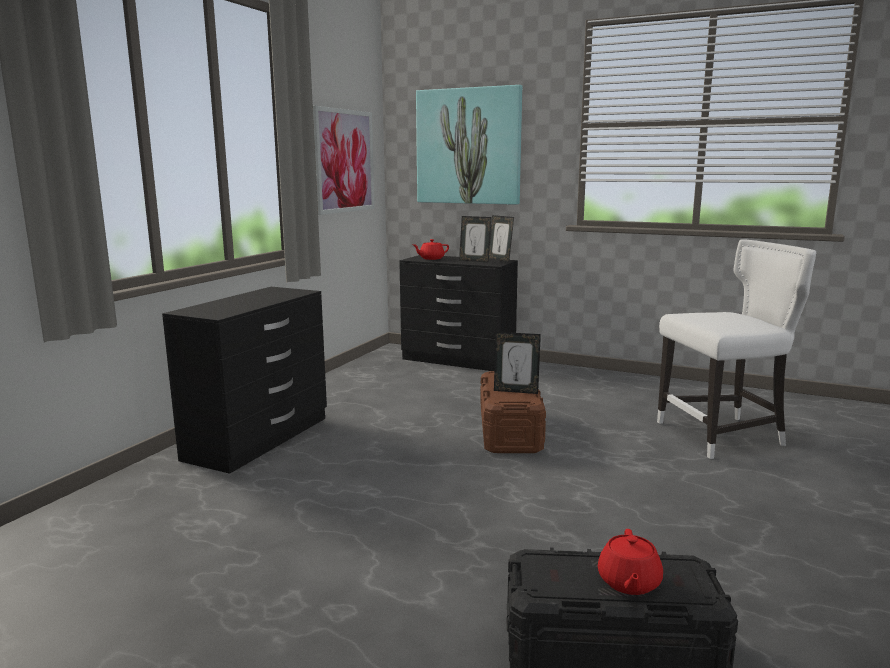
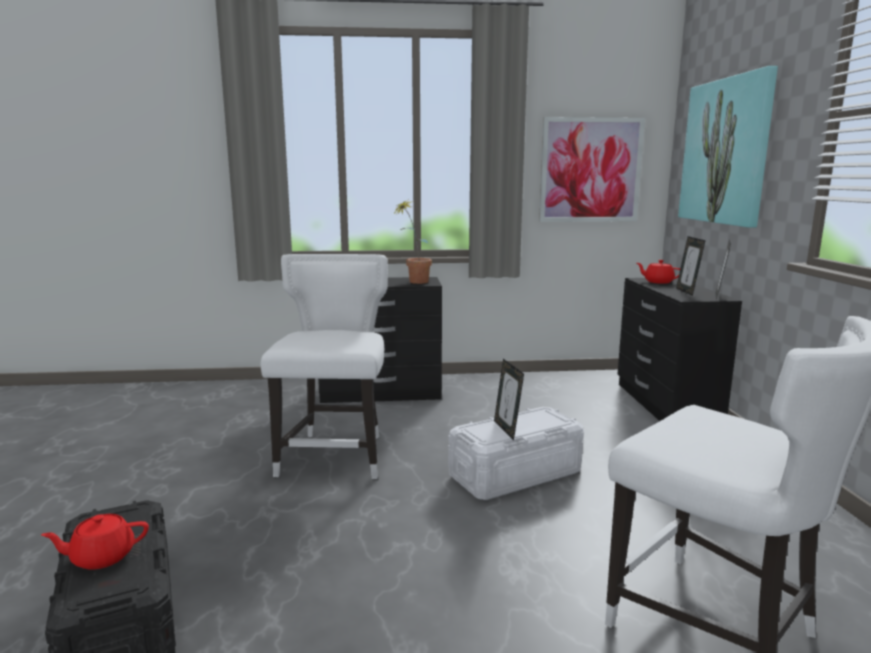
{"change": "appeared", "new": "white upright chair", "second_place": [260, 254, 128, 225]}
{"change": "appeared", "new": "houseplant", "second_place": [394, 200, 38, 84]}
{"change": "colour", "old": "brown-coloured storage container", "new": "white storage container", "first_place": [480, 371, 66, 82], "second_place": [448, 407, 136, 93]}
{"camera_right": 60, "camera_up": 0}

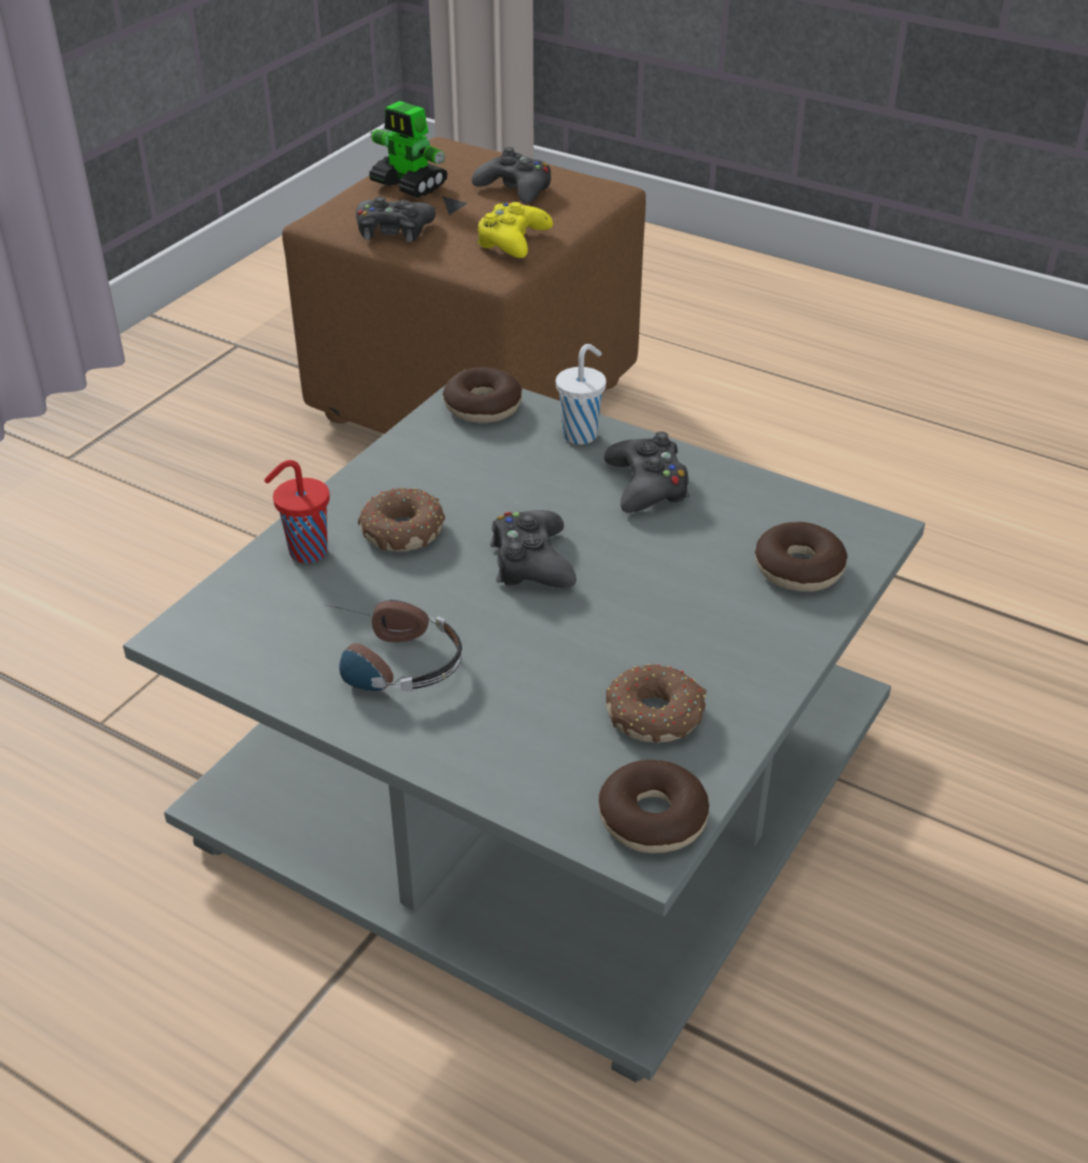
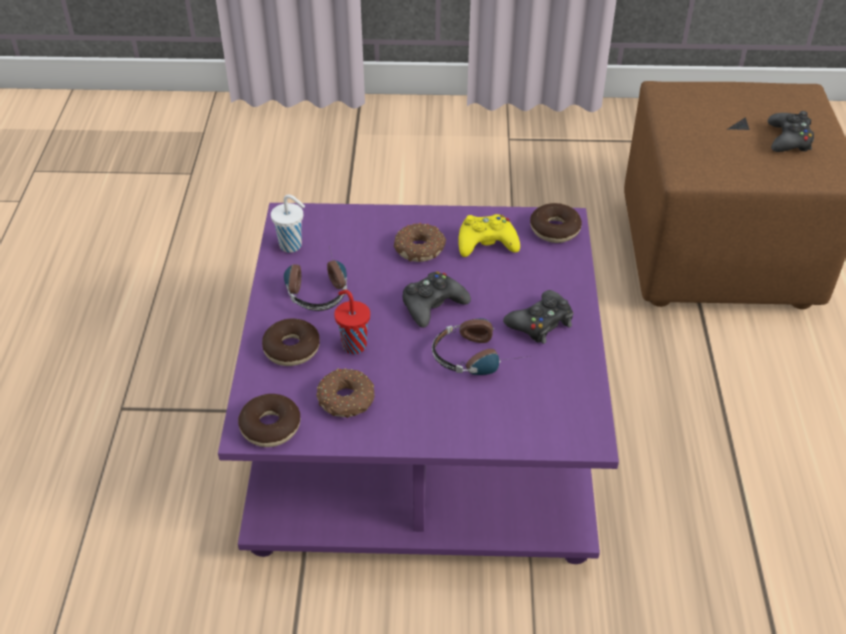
{"change": "missing", "old": "black-coloured joypad", "first_place": [356, 197, 80, 45]}
{"change": "missing", "old": "robot figure", "first_place": [369, 101, 79, 97]}
{"change": "appeared", "new": "headset", "second_place": [432, 318, 100, 57]}
{"change": "relocated", "old": "red-coloured cup", "first_place": [264, 460, 66, 103], "second_place": [334, 290, 36, 64]}
{"change": "relocated", "old": "yellow joypad", "first_place": [477, 201, 76, 57], "second_place": [458, 214, 62, 43]}
{"change": "relocated", "old": "white cup", "first_place": [556, 344, 50, 101], "second_place": [271, 194, 34, 59]}
{"change": "relocated", "old": "doughnut", "first_place": [755, 522, 93, 70], "second_place": [262, 319, 58, 47]}
{"change": "colour", "old": "gray low table", "new": "purplish low table", "first_place": [123, 370, 802, 713], "second_place": [218, 203, 401, 361]}
{"camera_right": 60, "camera_up": 5}

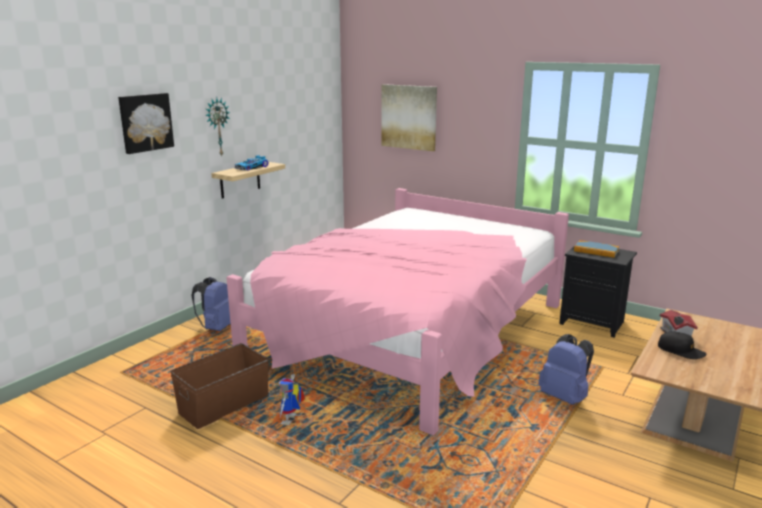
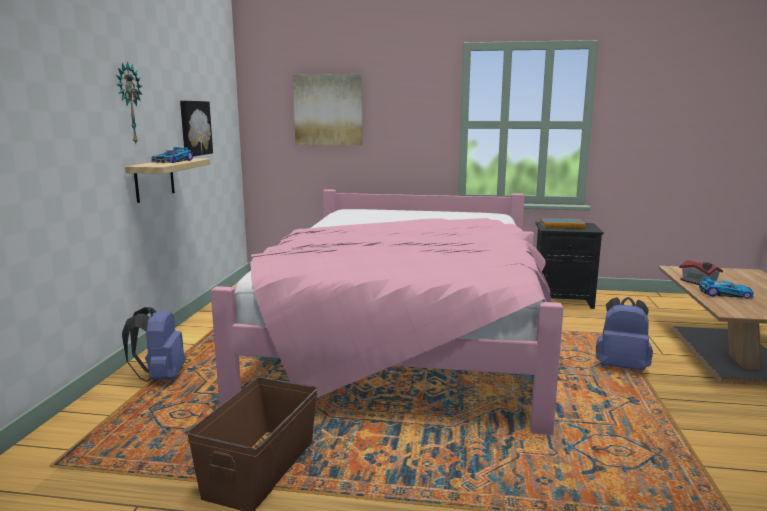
{"change": "missing", "old": "robot figure", "first_place": [279, 374, 26, 51]}
{"change": "relocated", "old": "wall picture", "first_place": [118, 93, 56, 61], "second_place": [180, 101, 33, 56]}
{"change": "exchanged", "old": "black-coloured cap", "new": "miniature car", "first_place": [658, 331, 48, 28], "second_place": [699, 278, 55, 21]}
{"camera_right": -25, "camera_up": -5}

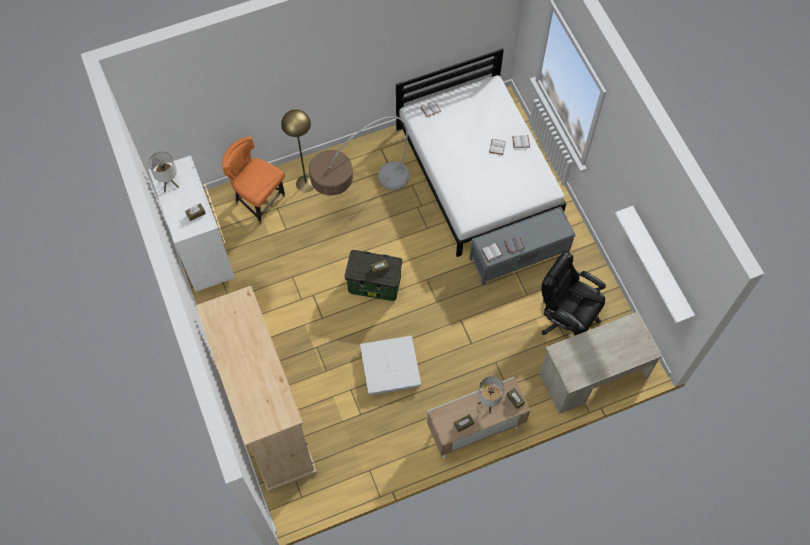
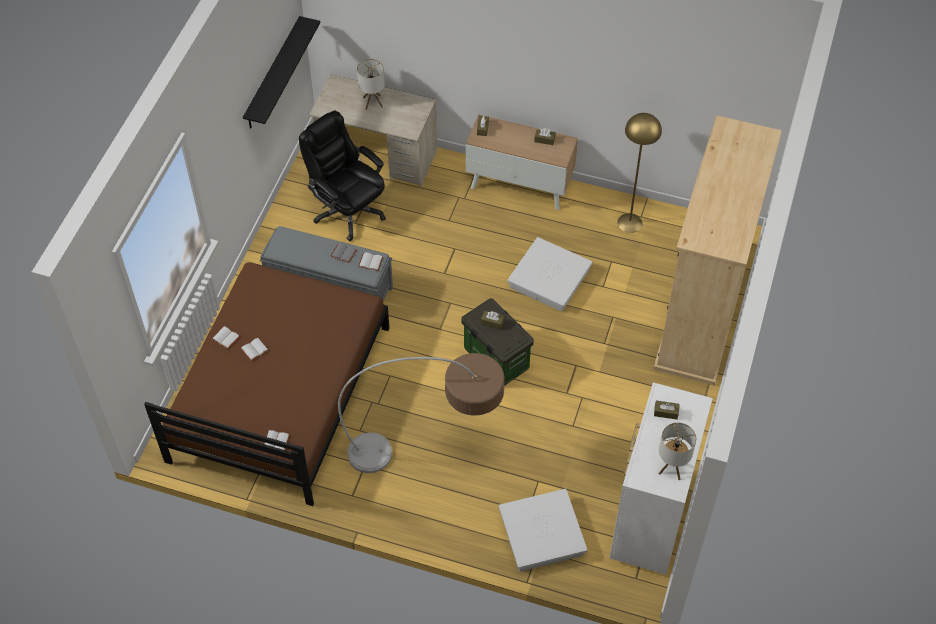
{"change": "relocated", "old": "yellow standing lamp", "first_place": [281, 109, 33, 83], "second_place": [617, 113, 45, 120]}
{"change": "relocated", "old": "tabletop lamp", "first_place": [478, 376, 26, 37], "second_place": [357, 59, 28, 51]}
{"change": "exchanged", "old": "orange upright chair", "new": "white storage container", "first_place": [222, 137, 63, 88], "second_place": [499, 489, 88, 83]}
{"change": "colour", "old": "white bed", "new": "brown-coloured bed", "first_place": [396, 48, 170, 209], "second_place": [144, 262, 246, 244]}
{"change": "colour", "old": "white wall shelf", "new": "black-coloured wall shelf", "first_place": [615, 206, 80, 118], "second_place": [243, 16, 78, 112]}
{"change": "spun", "old": "black-coloured computer chair", "first_place": [541, 250, 65, 86], "second_place": [299, 111, 87, 130], "degrees": 150}
{"camera_right": -140, "camera_up": -10}

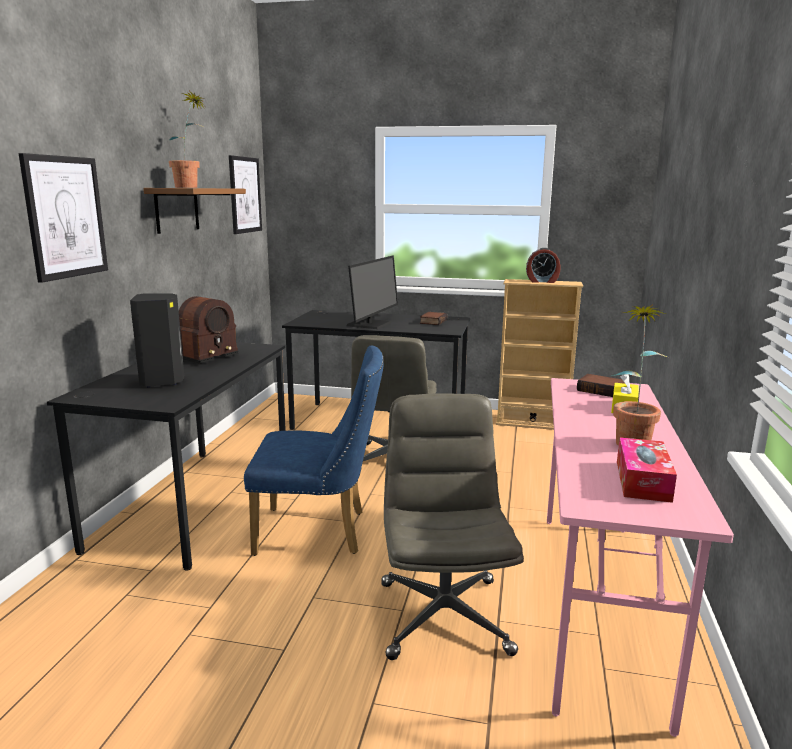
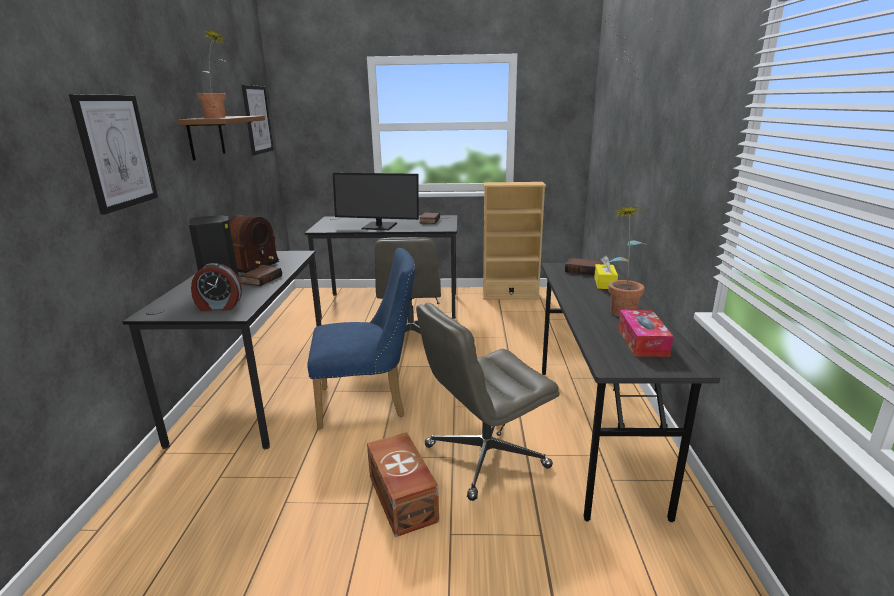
{"change": "appeared", "new": "bound book", "second_place": [240, 266, 42, 20]}
{"change": "appeared", "new": "brown-coloured storage container", "second_place": [367, 432, 72, 105]}
{"change": "relocated", "old": "table clock", "first_place": [526, 248, 34, 35], "second_place": [191, 263, 51, 48]}
{"change": "colour", "old": "pinkish desk", "new": "gray desk", "first_place": [547, 378, 187, 359], "second_place": [541, 262, 180, 260]}
{"change": "spun", "old": "computer display", "first_place": [346, 255, 52, 74], "second_place": [333, 173, 86, 57], "degrees": 90}
{"change": "spun", "old": "gray computer chair", "first_place": [381, 393, 143, 267], "second_place": [416, 303, 143, 198], "degrees": -105}
{"camera_right": -10, "camera_up": 5}

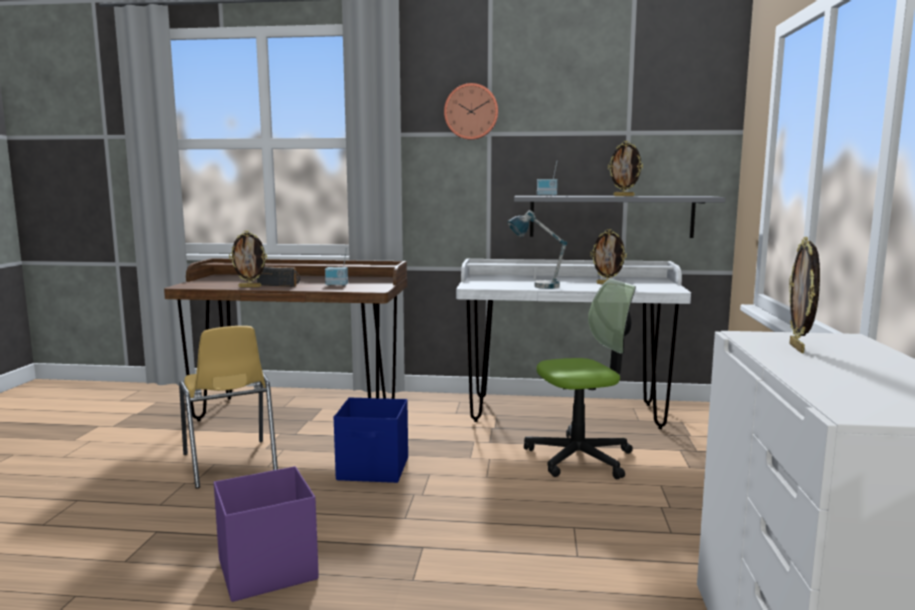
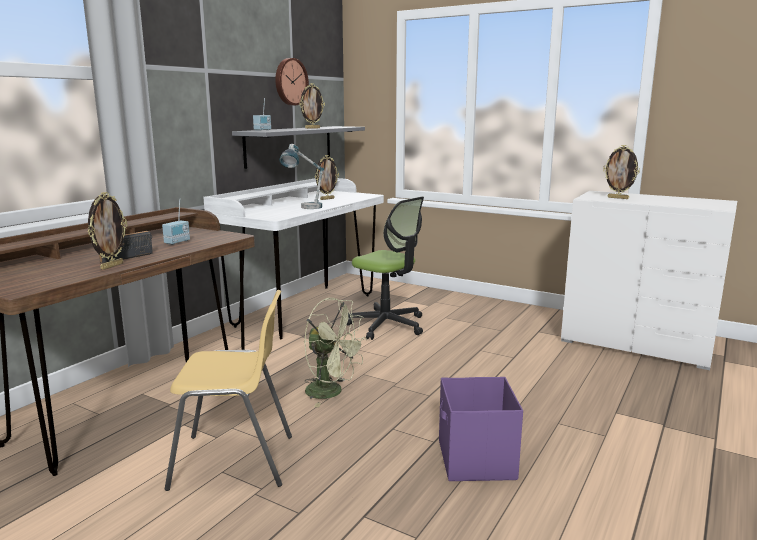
{"change": "relocated", "old": "clock on the wall", "first_place": [444, 83, 54, 57], "second_place": [275, 58, 34, 47]}
{"change": "exchanged", "old": "bluish storage container", "new": "greenish cooling fan", "first_place": [334, 397, 74, 86], "second_place": [304, 298, 63, 109]}
{"change": "spun", "old": "computer chair", "first_place": [524, 279, 112, 200], "second_place": [347, 197, 77, 143], "degrees": 120}
{"camera_right": -65, "camera_up": 5}

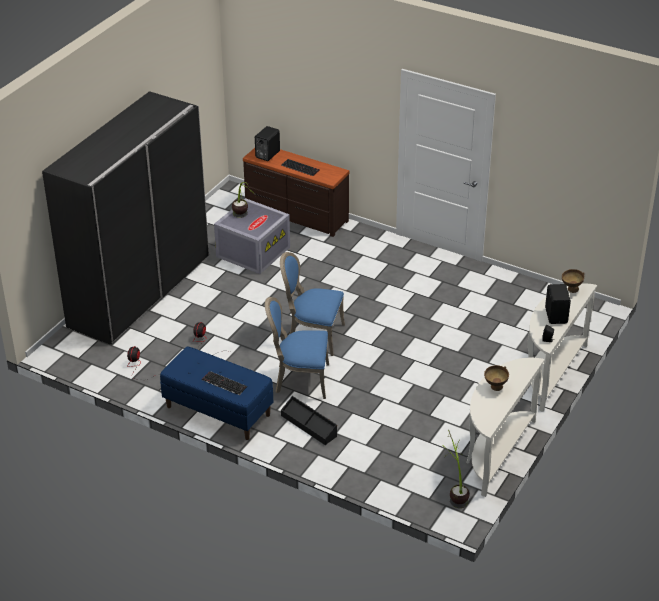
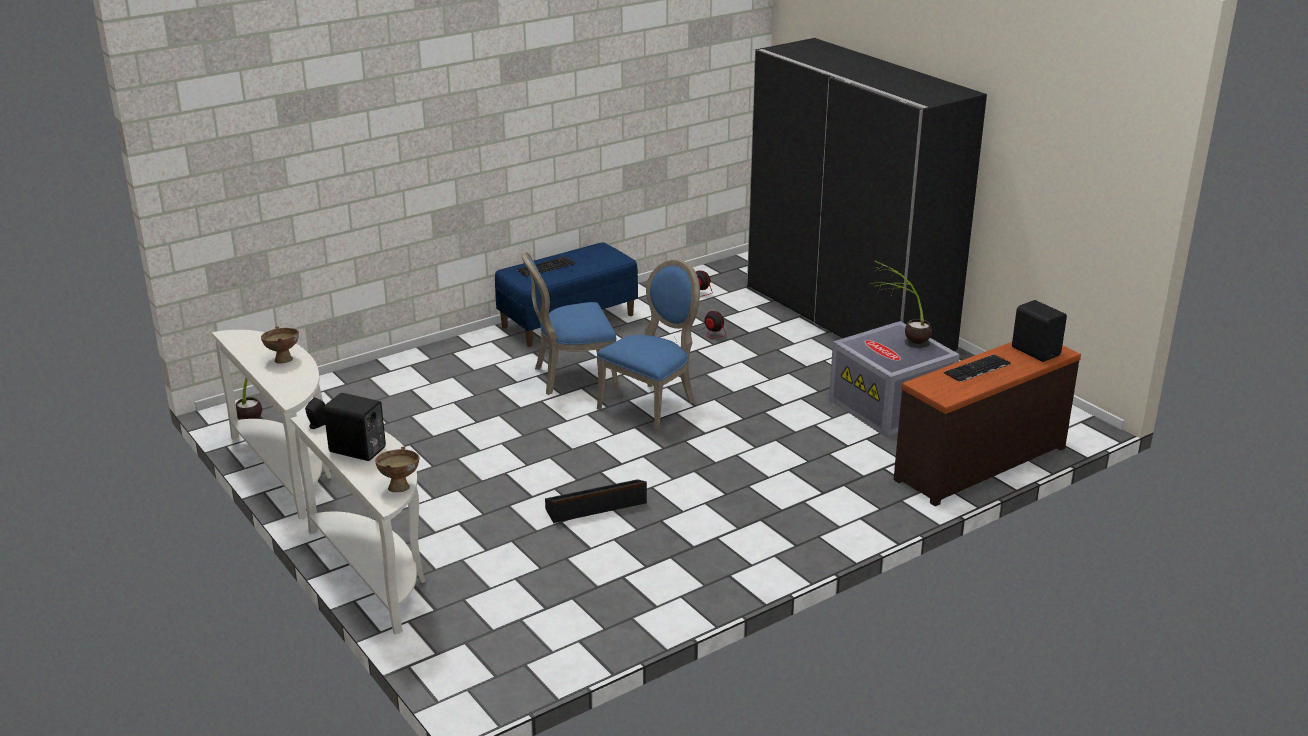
{"change": "relocated", "old": "black-coloured storage container", "first_place": [281, 396, 56, 49], "second_place": [545, 479, 102, 44]}
{"change": "spun", "old": "bluish upright chair", "first_place": [265, 297, 64, 102], "second_place": [521, 252, 98, 143], "degrees": -135}
{"camera_right": 115, "camera_up": -10}

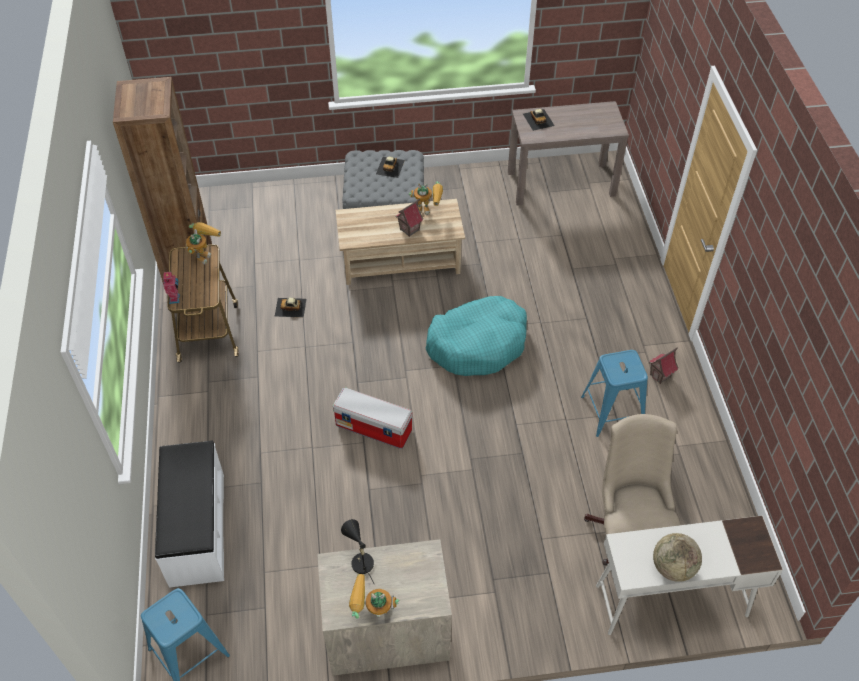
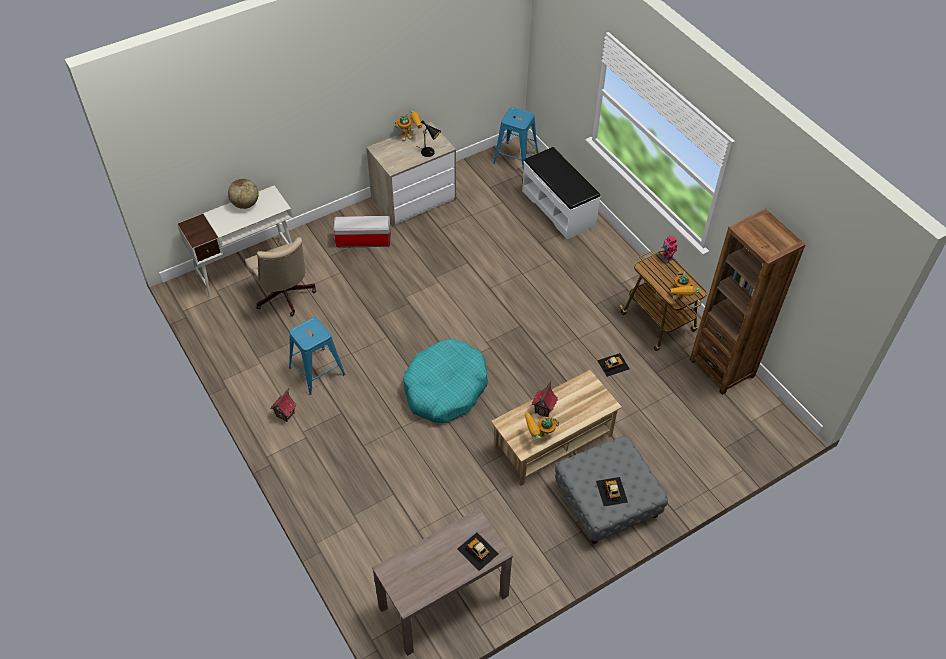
{"change": "relocated", "old": "storage container", "first_place": [333, 387, 79, 62], "second_place": [333, 216, 57, 32]}
{"camera_right": 155, "camera_up": 0}

